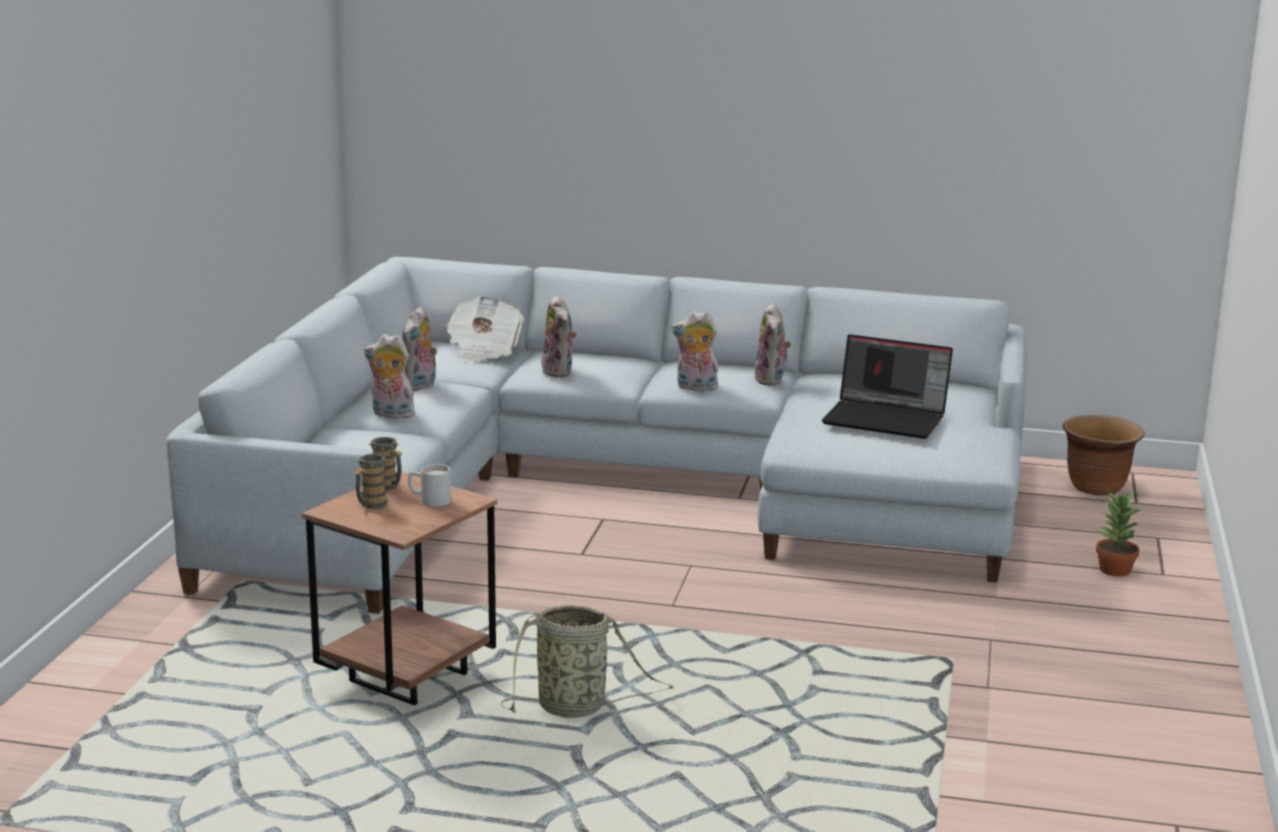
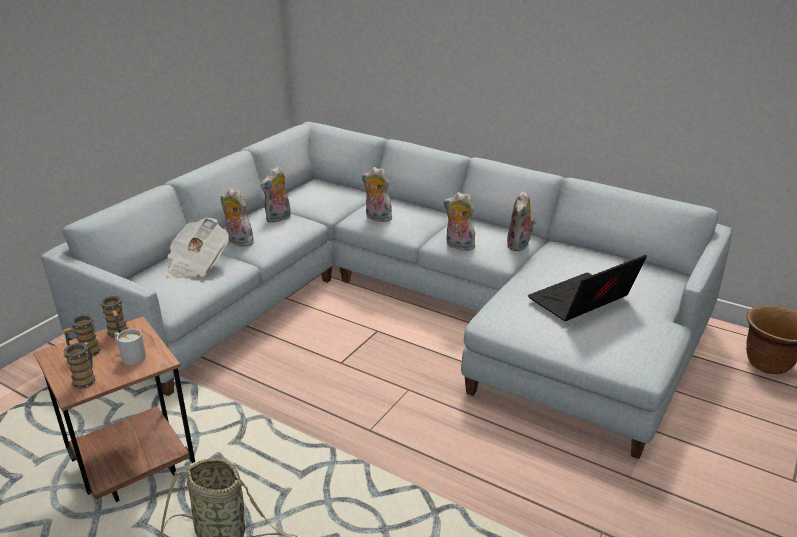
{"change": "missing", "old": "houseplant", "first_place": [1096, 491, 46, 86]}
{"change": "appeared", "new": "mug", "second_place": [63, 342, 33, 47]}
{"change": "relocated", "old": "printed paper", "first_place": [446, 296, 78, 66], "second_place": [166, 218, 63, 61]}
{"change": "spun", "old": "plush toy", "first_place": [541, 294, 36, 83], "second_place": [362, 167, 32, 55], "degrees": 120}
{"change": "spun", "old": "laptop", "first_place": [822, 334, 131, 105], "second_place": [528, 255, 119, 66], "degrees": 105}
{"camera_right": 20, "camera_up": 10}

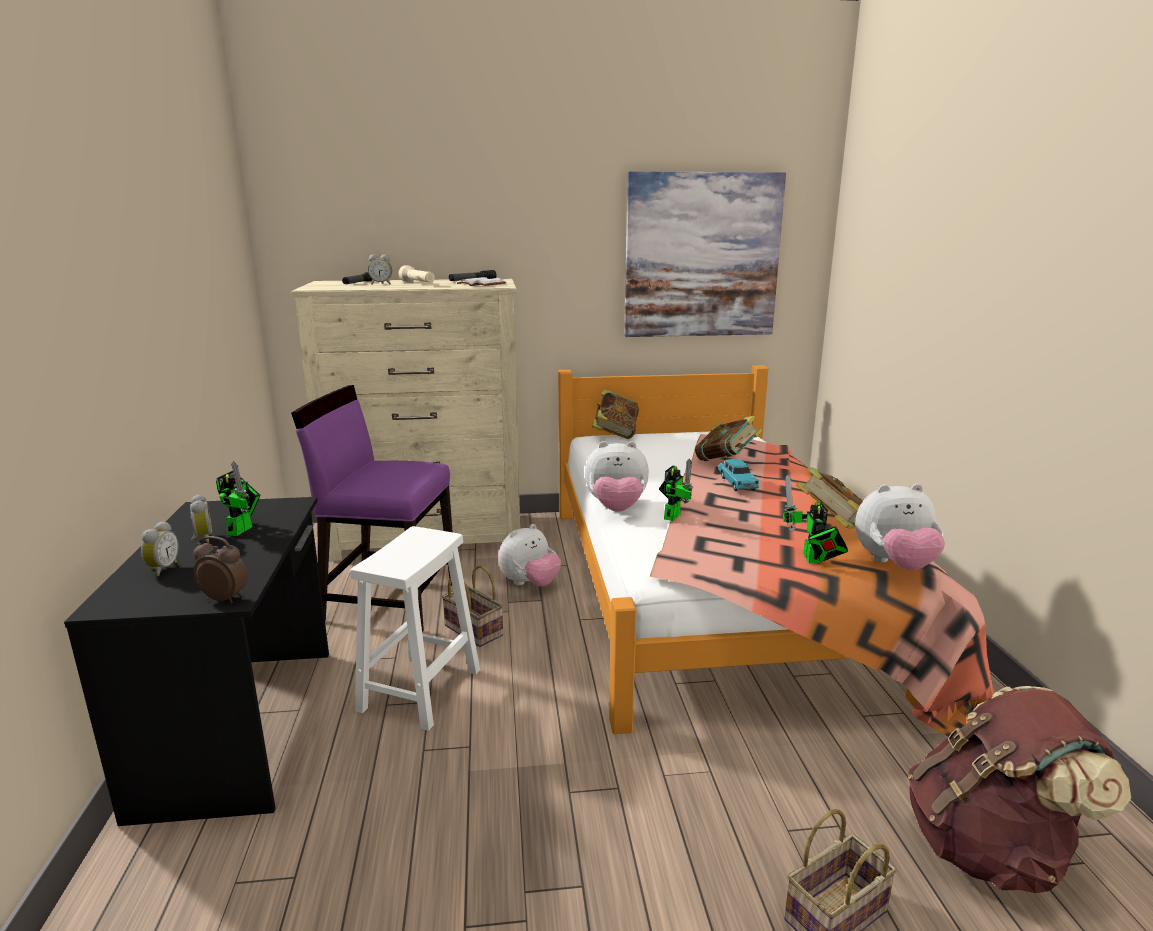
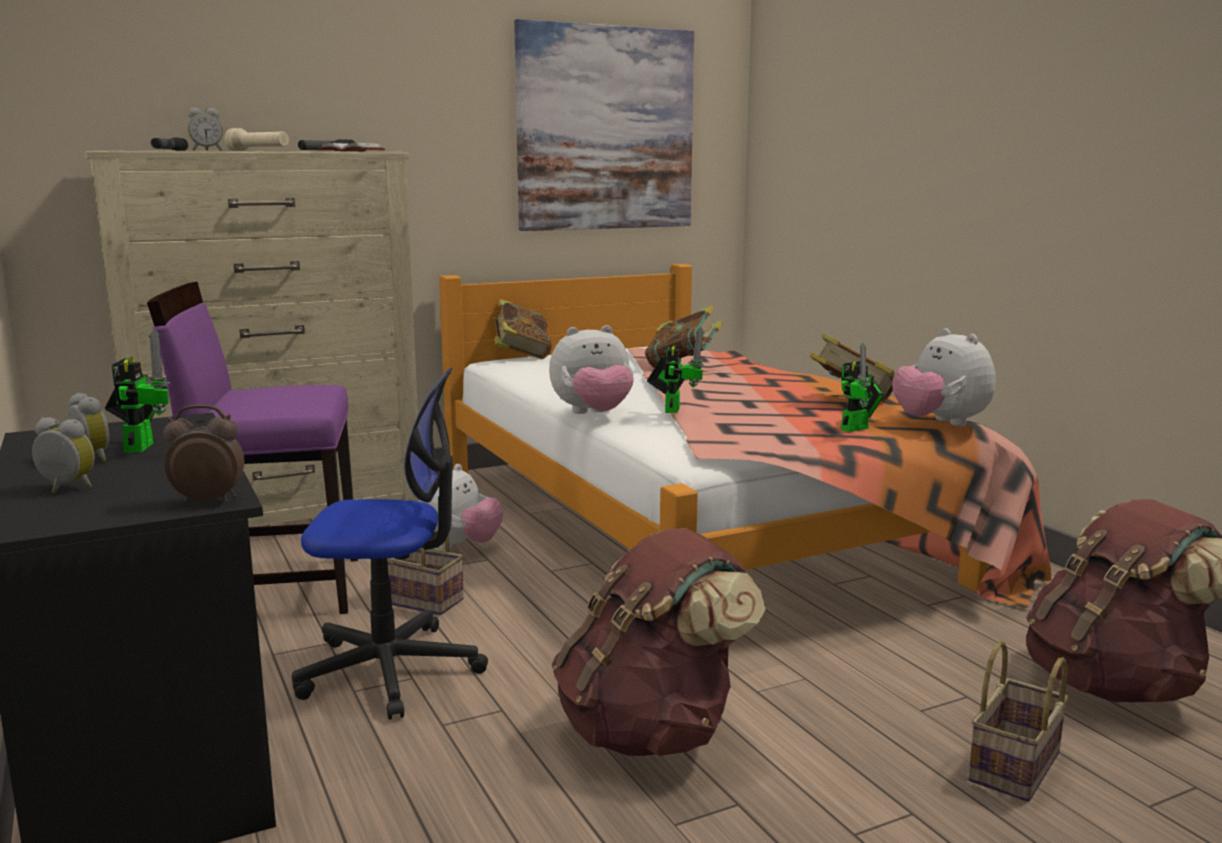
{"change": "missing", "old": "turquoise-coloured miniature car", "first_place": [718, 459, 41, 32]}
{"change": "appeared", "new": "brown-coloured backpack", "second_place": [552, 528, 214, 228]}
{"change": "exchanged", "old": "white stool", "new": "computer chair", "first_place": [350, 526, 130, 205], "second_place": [292, 368, 196, 352]}
{"change": "spun", "old": "table clock", "first_place": [141, 521, 38, 55], "second_place": [32, 418, 63, 75], "degrees": -60}
{"change": "spun", "old": "robot figure", "first_place": [783, 474, 65, 90], "second_place": [840, 342, 44, 90], "degrees": -105}
{"change": "spun", "old": "plush toy", "first_place": [855, 484, 90, 86], "second_place": [892, 328, 104, 98], "degrees": 90}
{"camera_right": -20, "camera_up": -5}

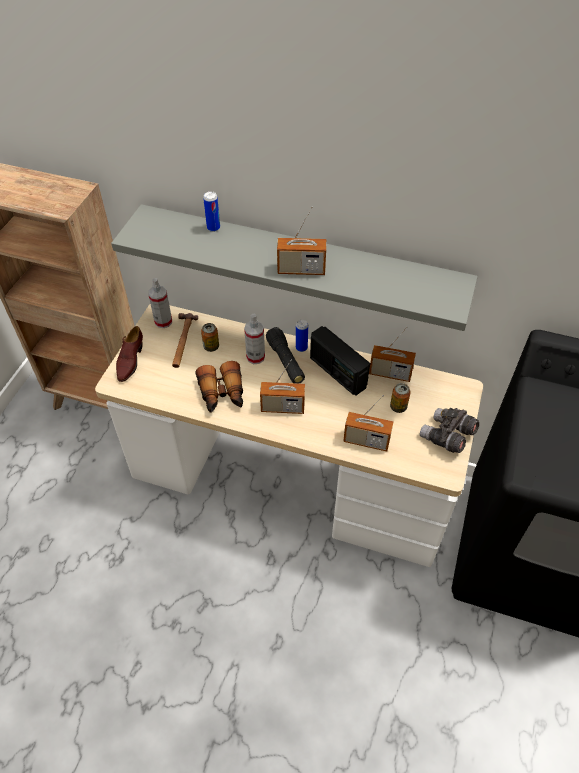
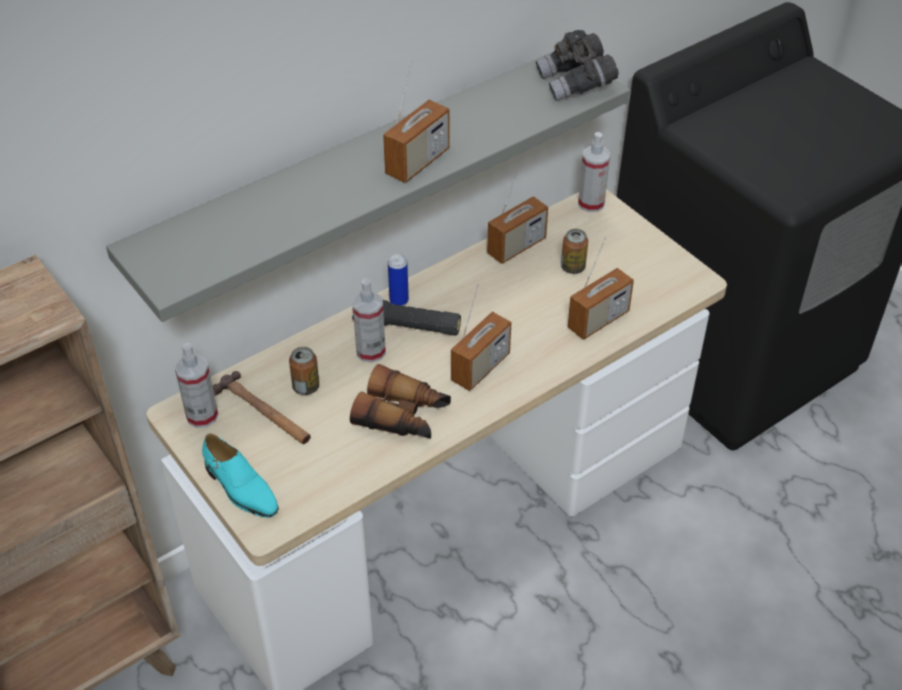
{"change": "missing", "old": "can", "first_place": [203, 191, 17, 41]}
{"change": "missing", "old": "radio receiver", "first_place": [310, 326, 60, 70]}
{"change": "appeared", "new": "hand sprayer", "second_place": [578, 132, 32, 80]}
{"change": "relocated", "old": "gray field glasses", "first_place": [420, 408, 59, 45], "second_place": [536, 30, 83, 71]}
{"change": "colour", "old": "brown-coloured shoe", "new": "turquoise-coloured shoe", "first_place": [116, 326, 27, 56], "second_place": [202, 434, 77, 84]}
{"camera_right": -55, "camera_up": -5}

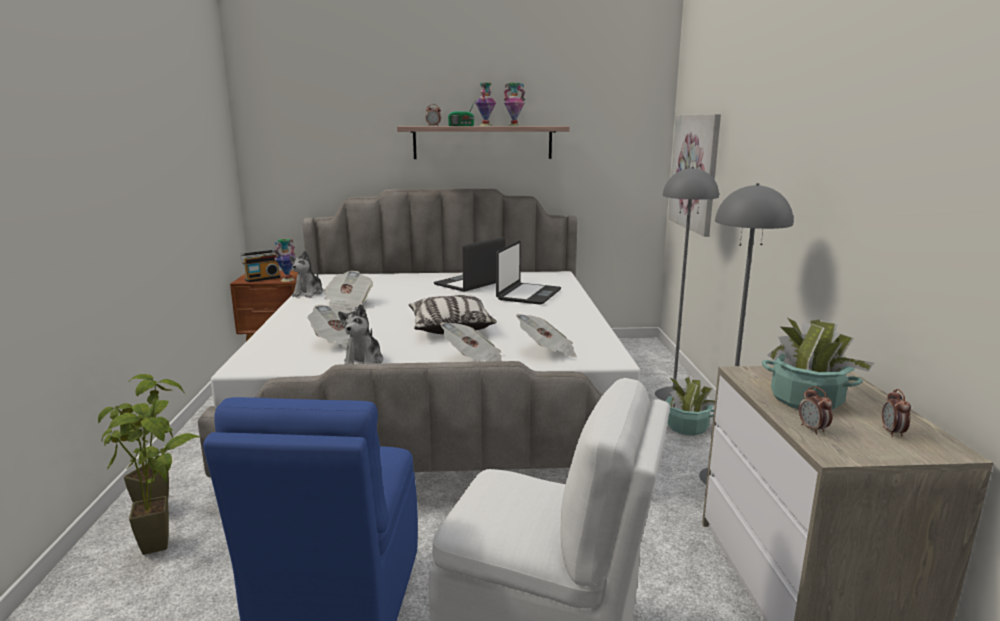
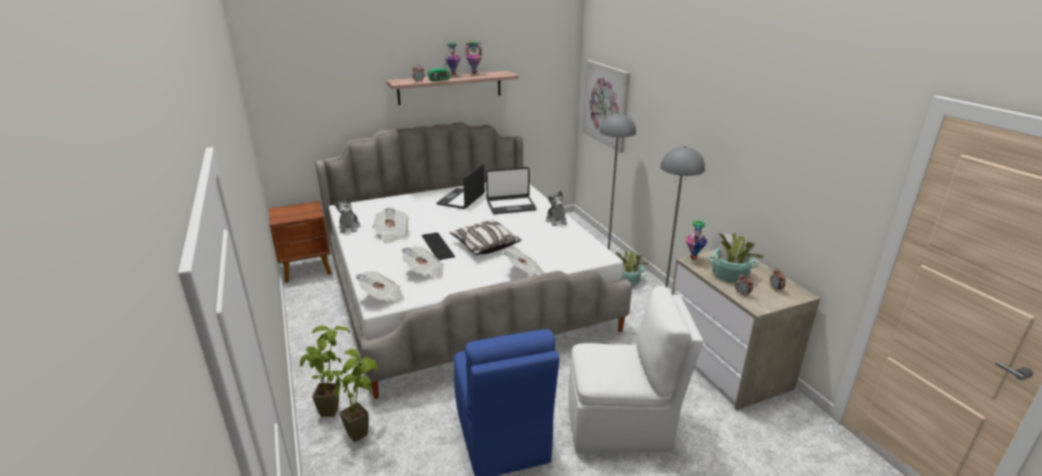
{"change": "missing", "old": "radio receiver", "first_place": [240, 250, 40, 32]}
{"change": "appeared", "new": "PC keyboard", "second_place": [422, 232, 33, 28]}
{"change": "relocated", "old": "vase", "first_place": [274, 239, 22, 43], "second_place": [686, 220, 21, 44]}
{"change": "relocated", "old": "plush toy", "first_place": [338, 304, 45, 60], "second_place": [546, 191, 21, 35]}
{"change": "relocated", "old": "printed paper", "first_place": [516, 314, 61, 44], "second_place": [355, 271, 50, 30]}
{"change": "spun", "old": "laptop", "first_place": [496, 240, 65, 65], "second_place": [486, 167, 51, 47], "degrees": 75}
{"camera_right": -20, "camera_up": 10}

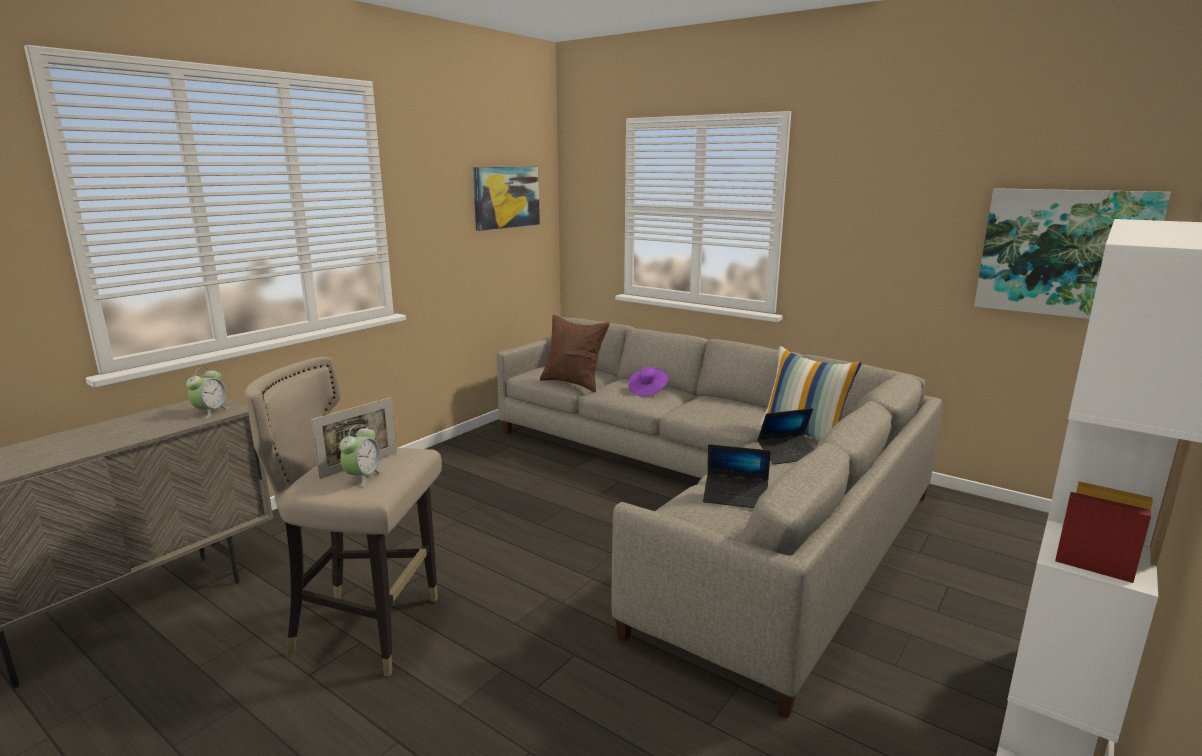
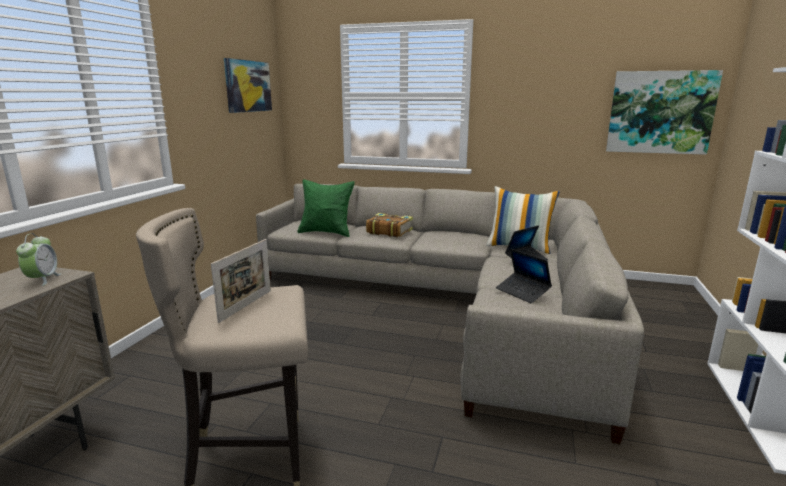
{"change": "missing", "old": "table clock", "first_place": [339, 425, 44, 62]}
{"change": "exchanged", "old": "purplish clothing hat", "new": "bound book", "first_place": [629, 367, 40, 29], "second_place": [366, 213, 47, 24]}
{"change": "colour", "old": "brown-coloured cushion", "new": "greenish cushion", "first_place": [540, 315, 70, 77], "second_place": [297, 179, 58, 58]}
{"change": "spun", "old": "laptop", "first_place": [703, 444, 68, 64], "second_place": [496, 249, 56, 54], "degrees": 60}
{"camera_right": -20, "camera_up": 0}

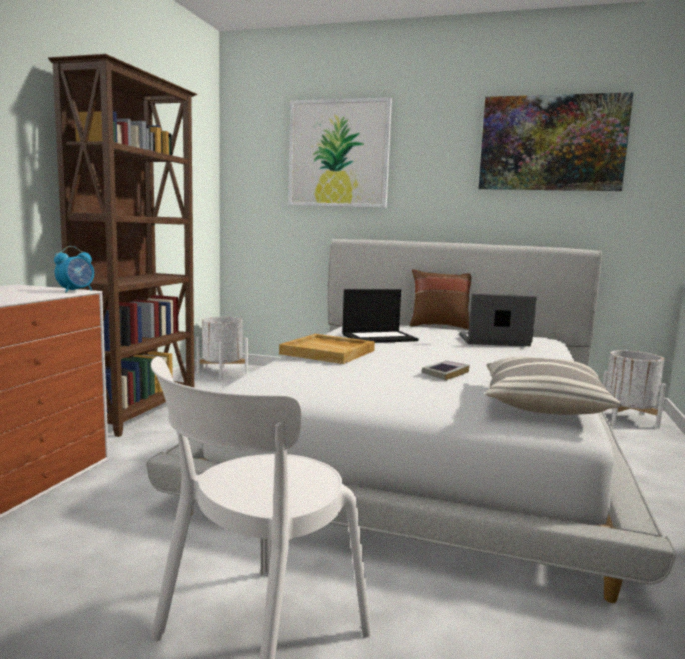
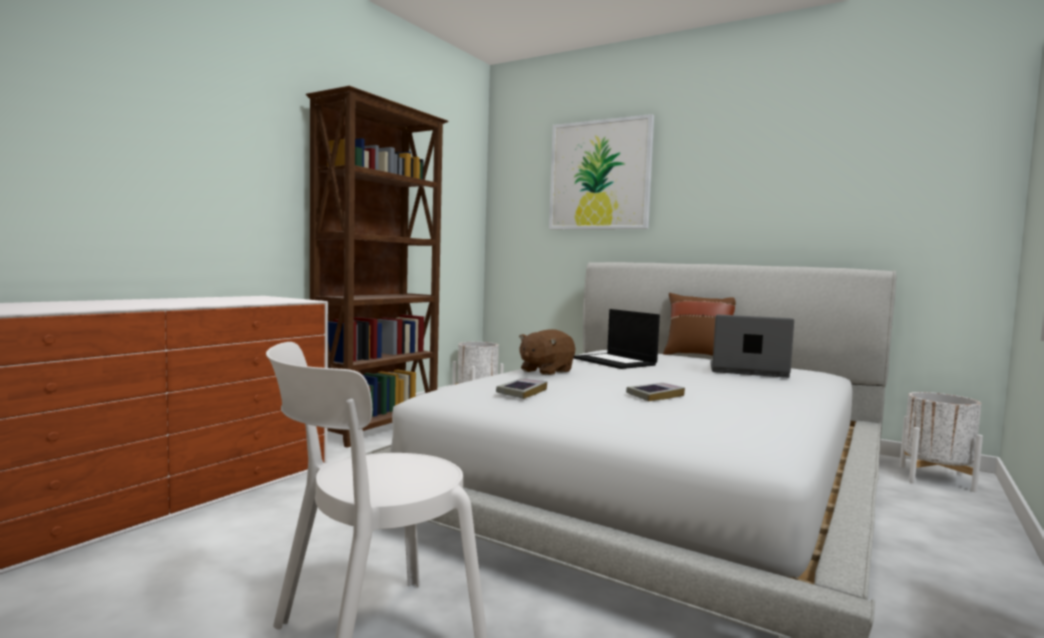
{"change": "missing", "old": "table clock", "first_place": [54, 246, 40, 47]}
{"change": "missing", "old": "wall picture", "first_place": [478, 92, 155, 99]}
{"change": "missing", "old": "cushion", "first_place": [485, 357, 137, 58]}
{"change": "appeared", "new": "bound book", "second_place": [496, 378, 52, 21]}
{"change": "exchanged", "old": "beige-coloured tray", "new": "brown-coloured plush toy", "first_place": [279, 334, 96, 30], "second_place": [519, 329, 56, 46]}
{"change": "spun", "old": "laptop", "first_place": [342, 289, 77, 54], "second_place": [574, 309, 86, 60], "degrees": 60}
{"camera_right": 15, "camera_up": -5}

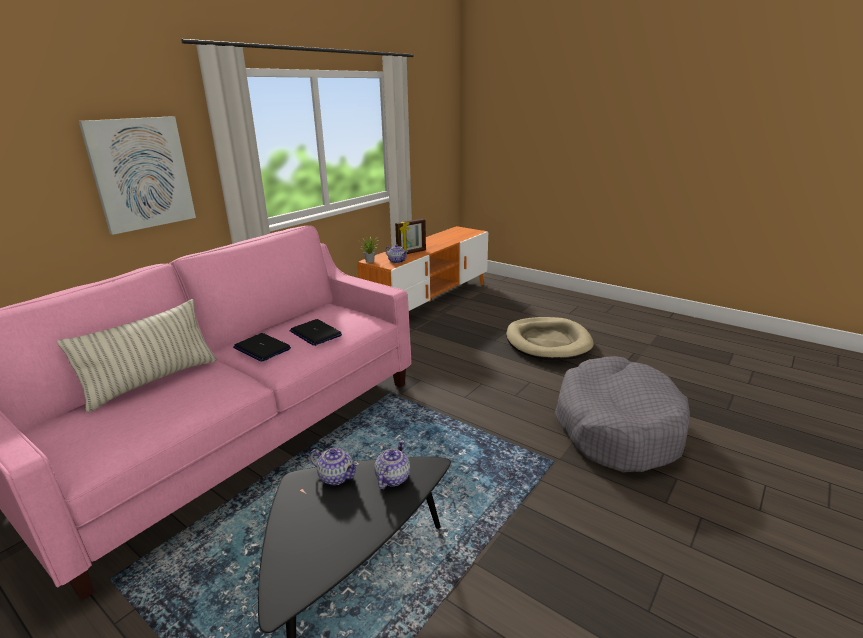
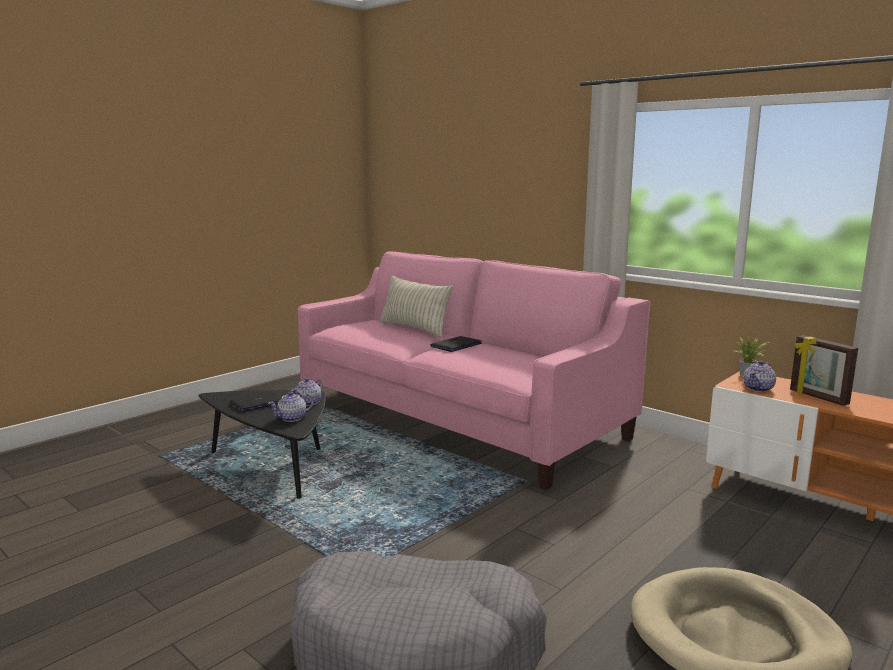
{"change": "missing", "old": "wall picture", "first_place": [79, 116, 117, 119]}
{"change": "relocated", "old": "laptop", "first_place": [290, 319, 52, 27], "second_place": [229, 391, 53, 21]}
{"change": "spun", "old": "teapot", "first_place": [375, 440, 35, 49], "second_place": [268, 392, 45, 30], "degrees": 120}
{"camera_right": 95, "camera_up": -10}

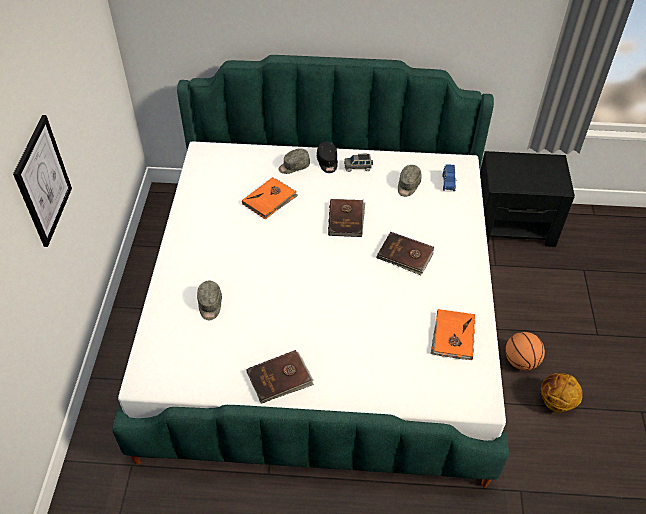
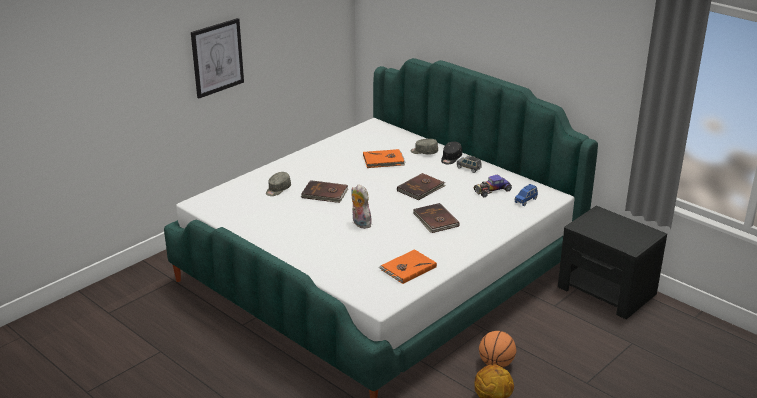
{"change": "appeared", "new": "plush toy", "second_place": [351, 184, 21, 45]}
{"change": "relocated", "old": "brown-coloured bound book", "first_place": [246, 350, 68, 54], "second_place": [301, 180, 47, 23]}
{"change": "exchanged", "old": "gray cap", "new": "miniature car", "first_place": [398, 165, 24, 32], "second_place": [474, 175, 38, 22]}
{"camera_right": 40, "camera_up": -20}

